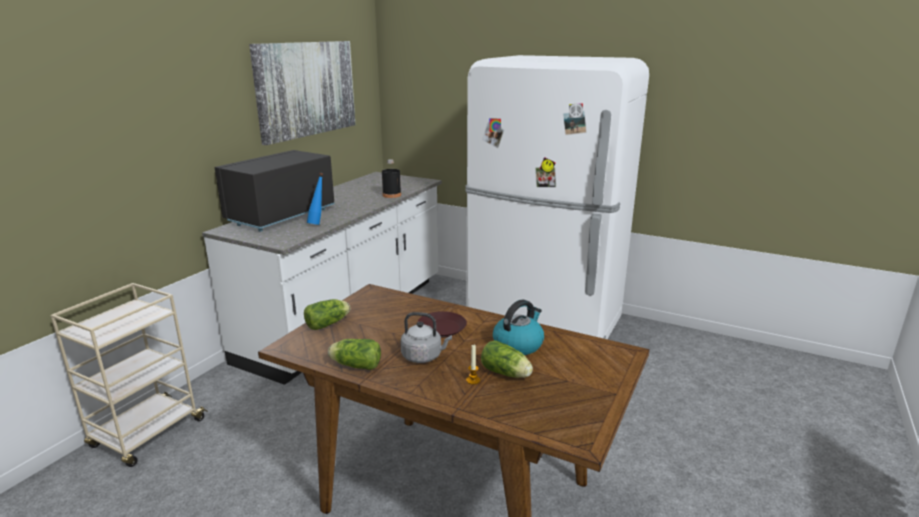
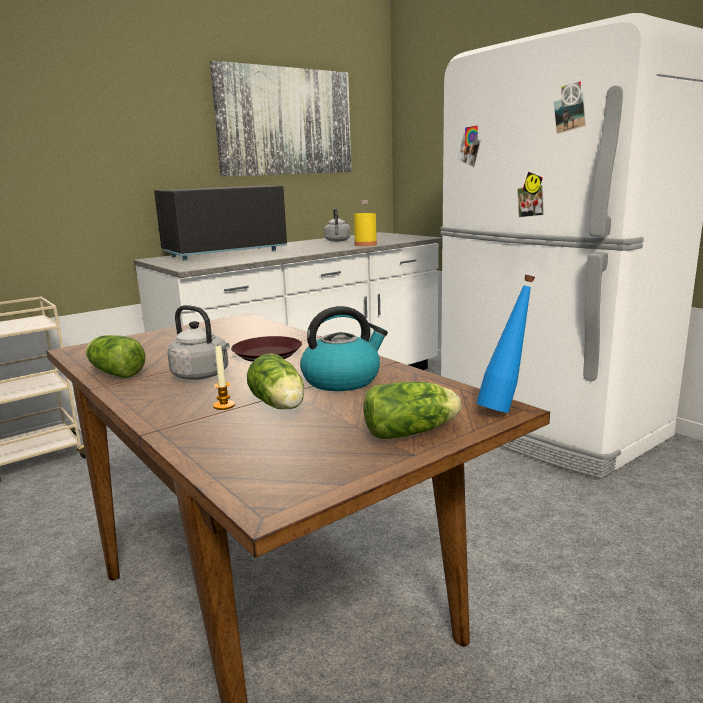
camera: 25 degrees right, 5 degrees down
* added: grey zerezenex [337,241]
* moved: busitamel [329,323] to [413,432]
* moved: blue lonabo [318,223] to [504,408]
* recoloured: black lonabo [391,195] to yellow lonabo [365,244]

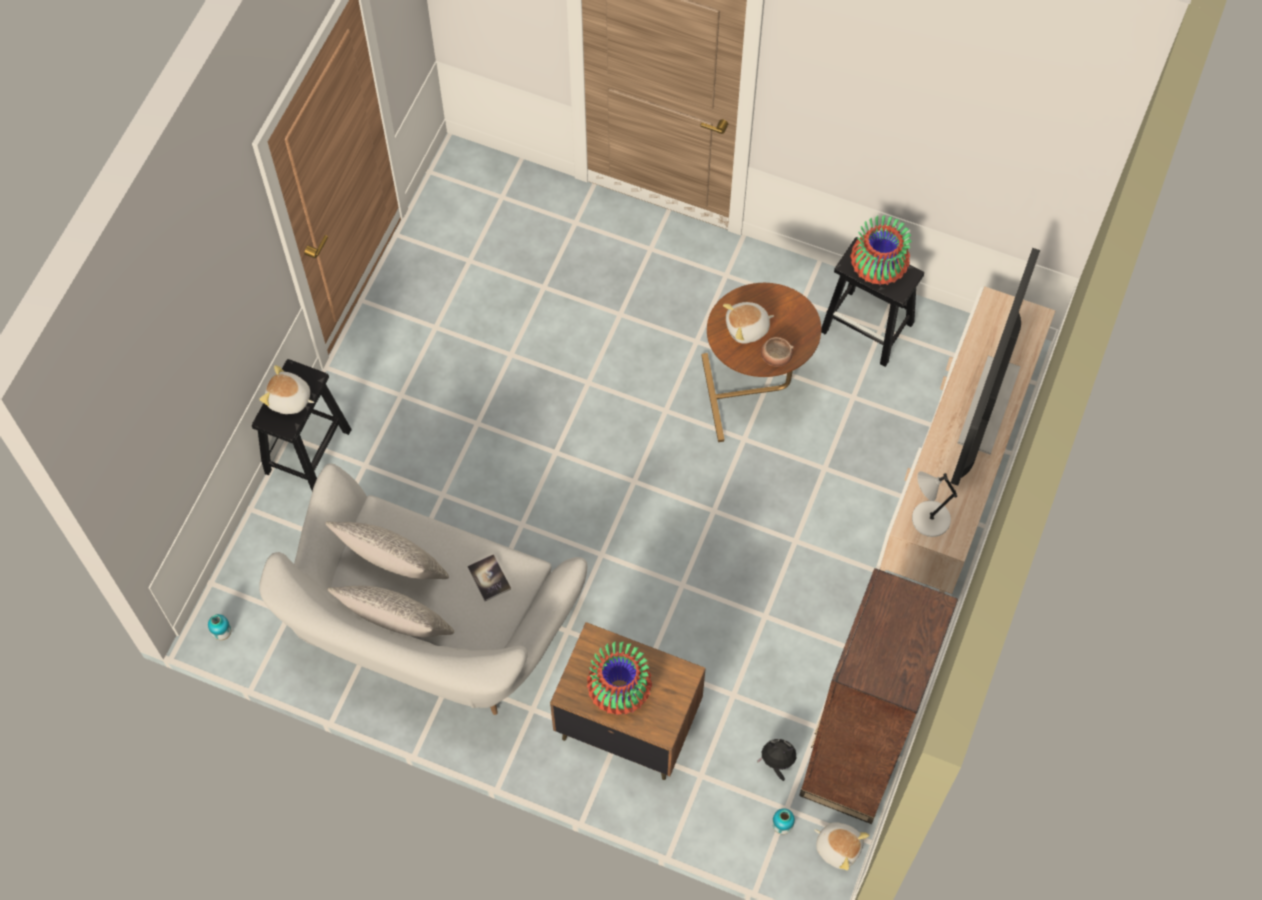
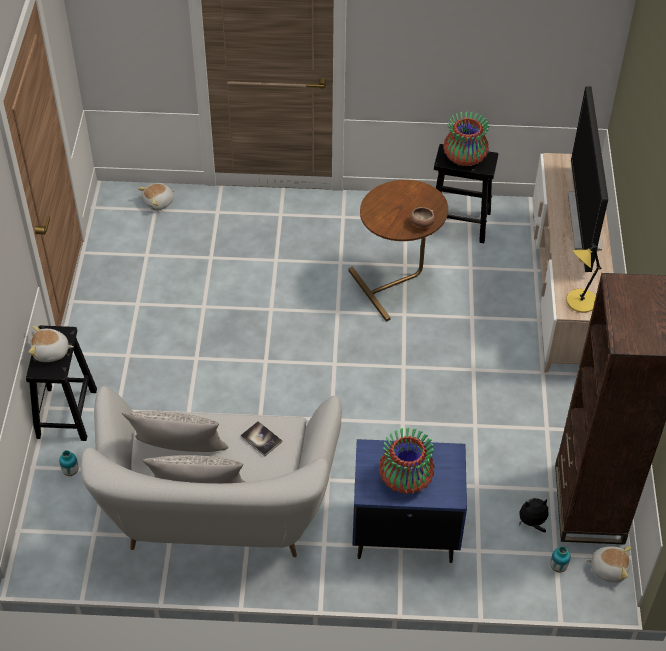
camera: 20 degrees left, 15 degrees down
* moved: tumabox [222,633] to [70,471]
* moved: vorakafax [747,328] to [159,202]
* recoloured: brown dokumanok [627,723] to blue dokumanok [404,531]
* recoloured: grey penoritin [928,519] to yellow penoritin [579,302]

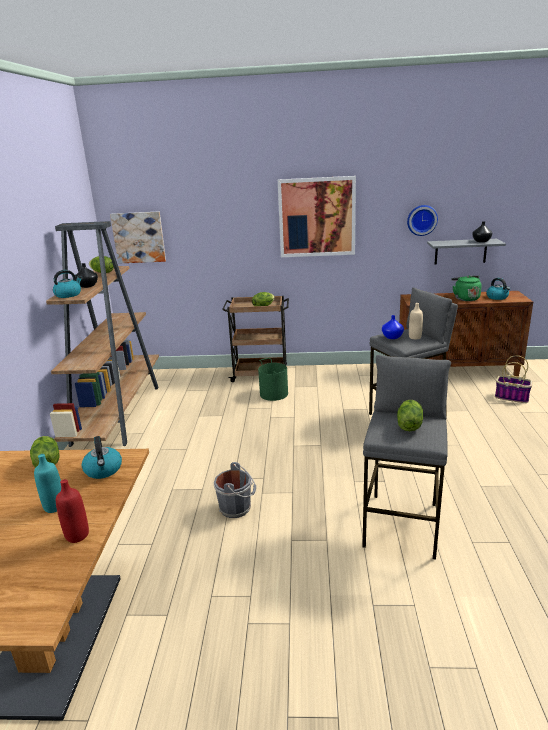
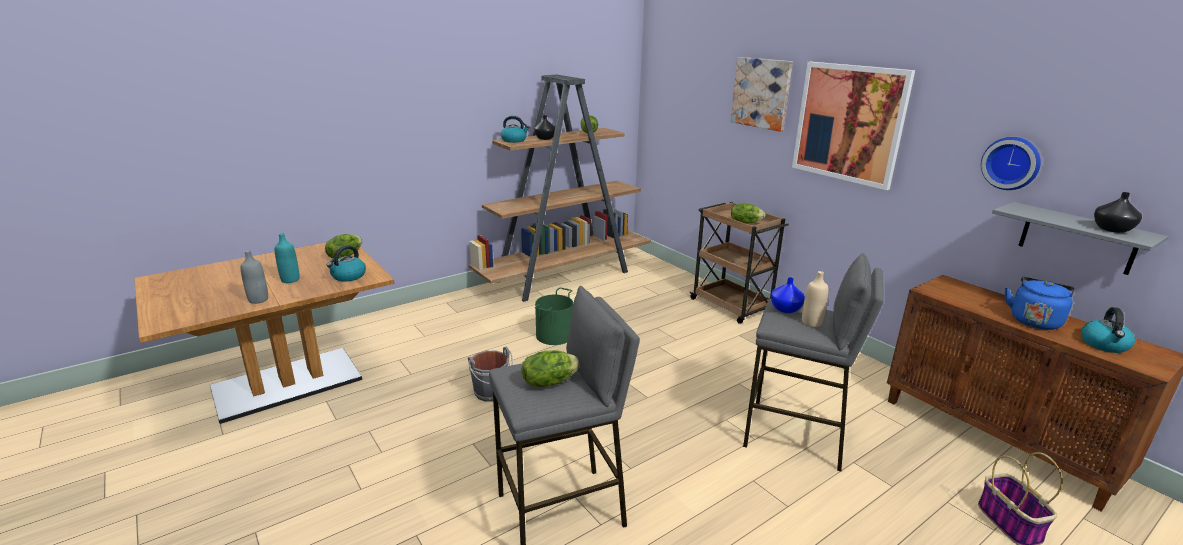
camera: 50 degrees right, 0 degrees up
* moved: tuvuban [139,237] to [761,93]
* moved: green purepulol [273,394] to [554,335]
* recoloured: red lonabo [77,535] to grey lonabo [258,300]
* recoloured: green zerezenex [465,298] to blue zerezenex [1034,320]

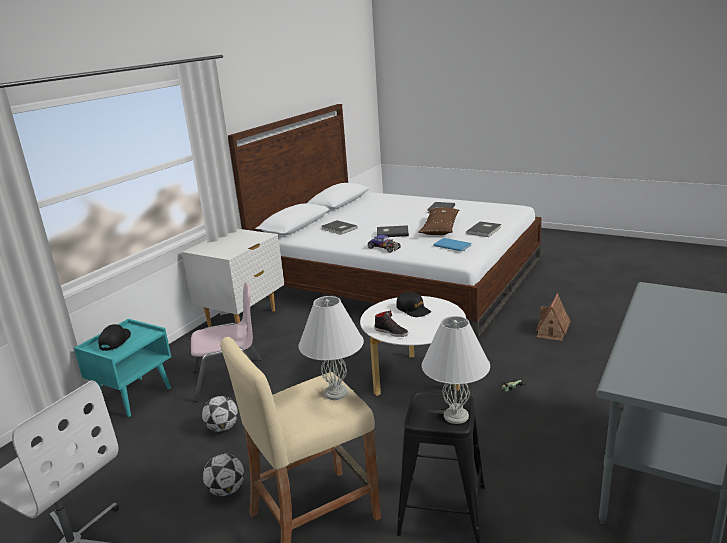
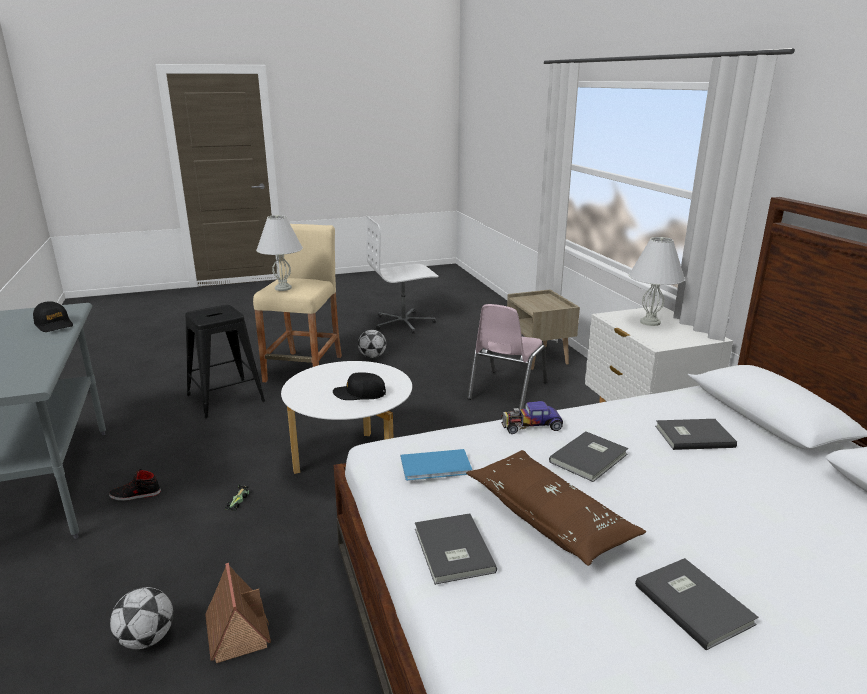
camera: 130 degrees right, 0 degrees up
* moved: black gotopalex [115,341] to [54,324]
* moved: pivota [222,428] to [147,639]
* moved: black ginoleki [391,332] to [135,495]
* moved: white penoritin [455,416] to [650,322]
* recoloured: turquoise dokumanok [135,396] to beige dokumanok [539,357]

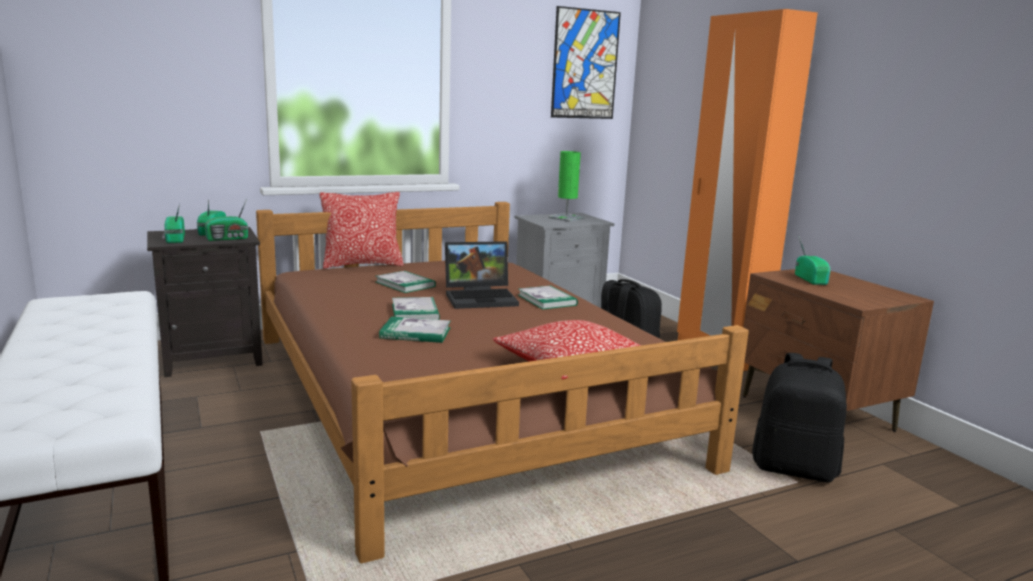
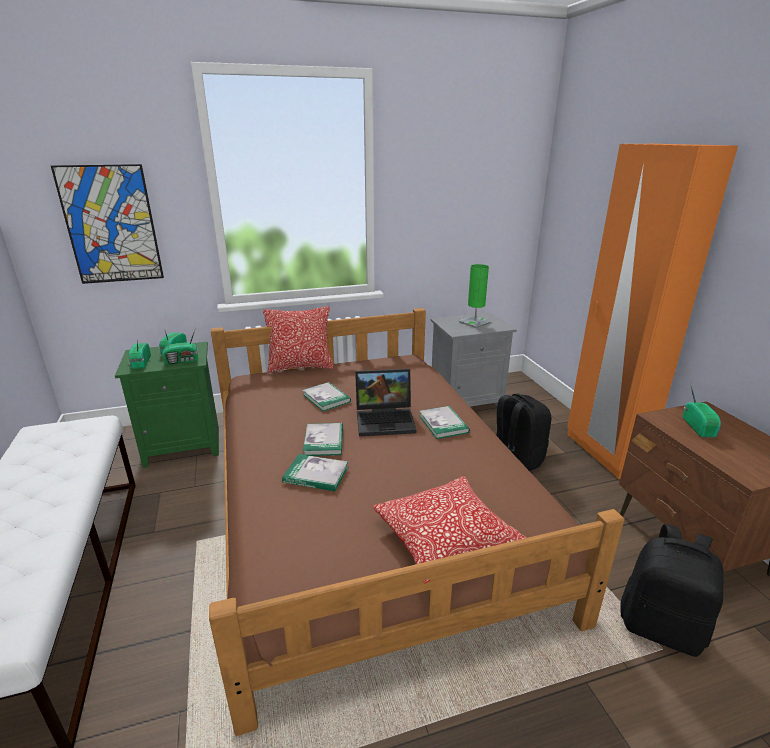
camera: 10 degrees right, 10 degrees up
* moved: tuvuban [585,64] to [111,225]
* recoloured: black dokumanok [213,358] to green dokumanok [184,445]

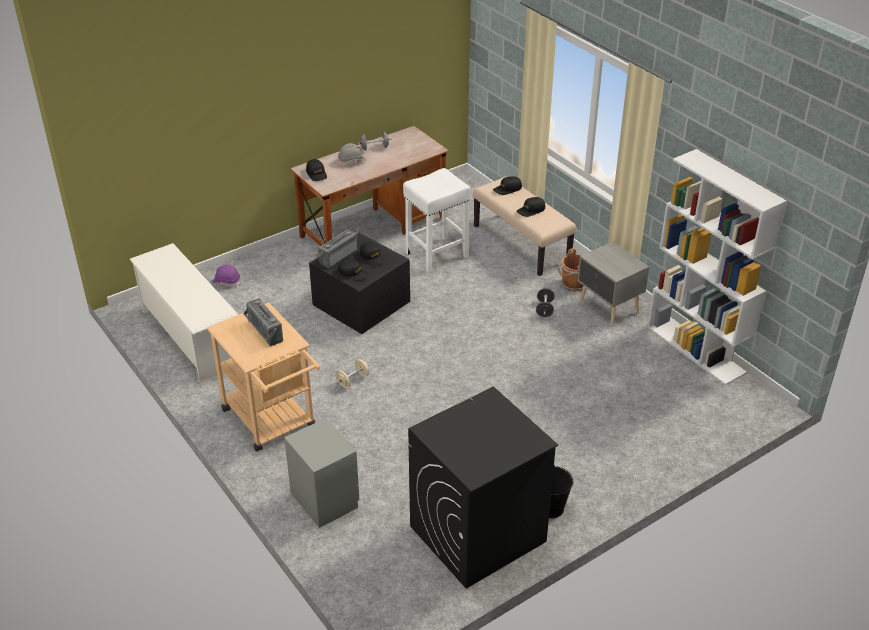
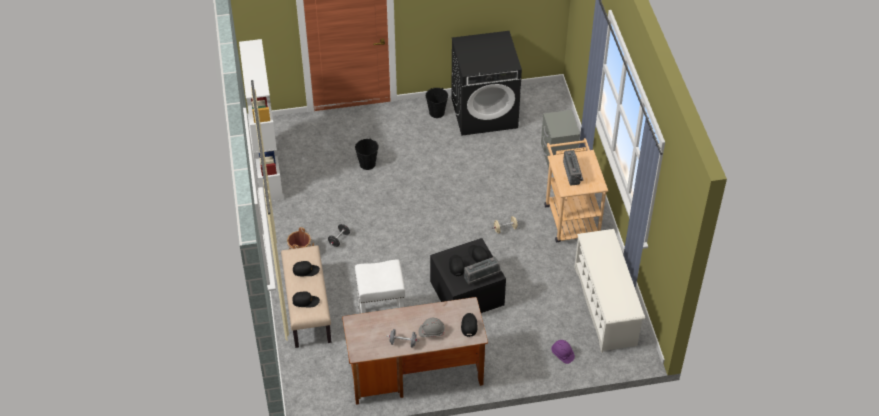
camera: 155 degrees left, 10 degrees up
* removed: grey dokumanok [608,308]
* added: black purepulol [367,164]

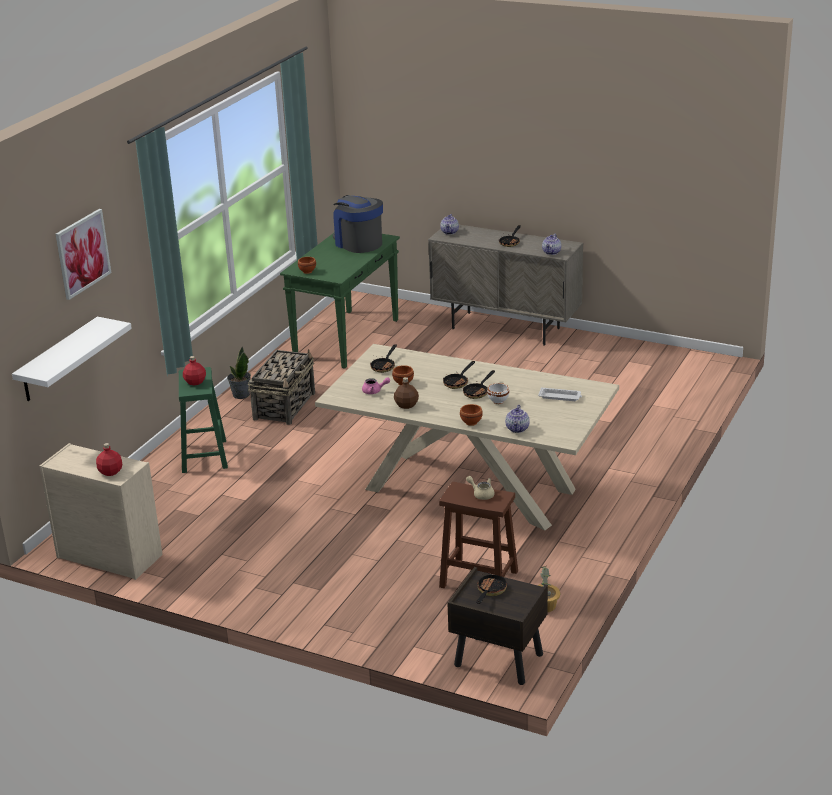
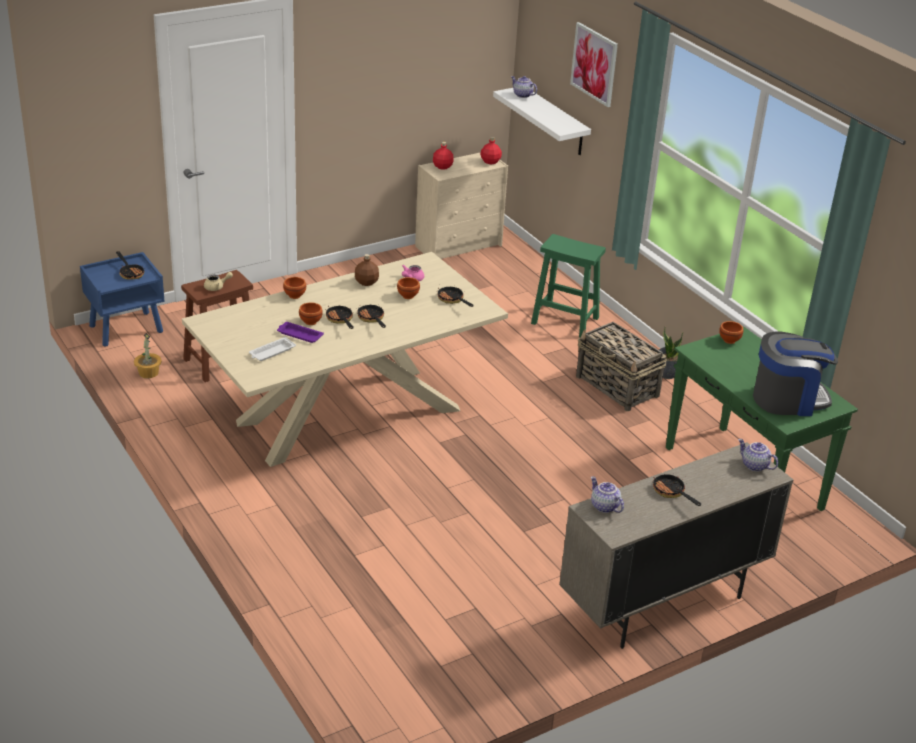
camera: 120 degrees right, 5 degrees up
* added: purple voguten [299,335]
* moved: red lonabo [195,382] to [490,161]
* moved: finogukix [518,429] to [522,95]
* recoloured: brown dokumanok [497,660] to blue dokumanok [127,329]
* recoloured: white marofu [499,401] to brown marofu [310,322]

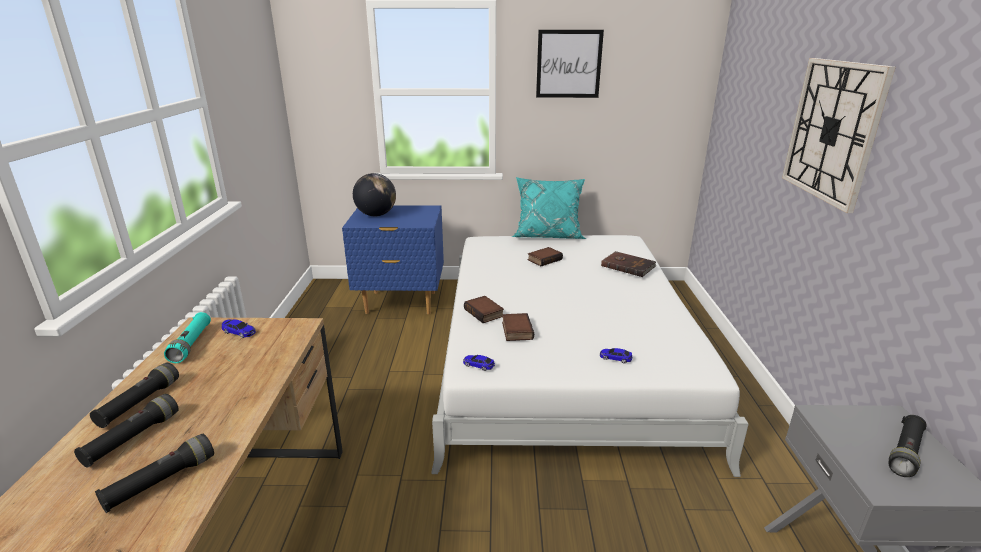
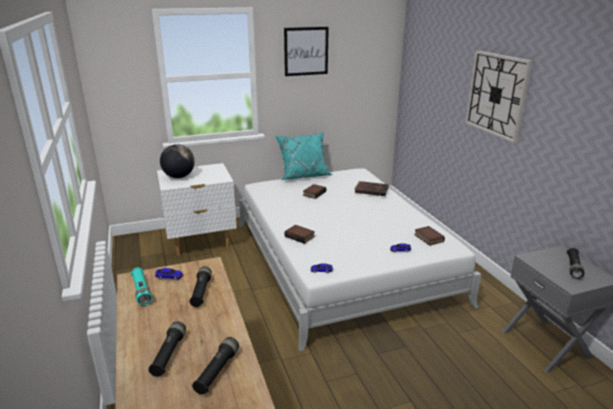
camera: 20 degrees left, 0 degrees up
* moved: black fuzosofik [139,403] to [201,292]
* moved: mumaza [516,330] to [427,238]
* recoloured: blue dokumanok [401,303] to white dokumanok [201,243]

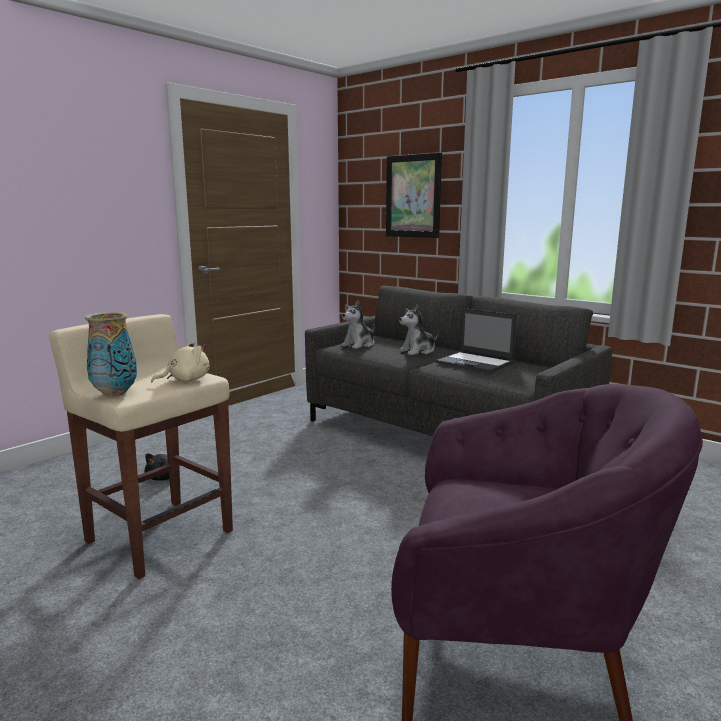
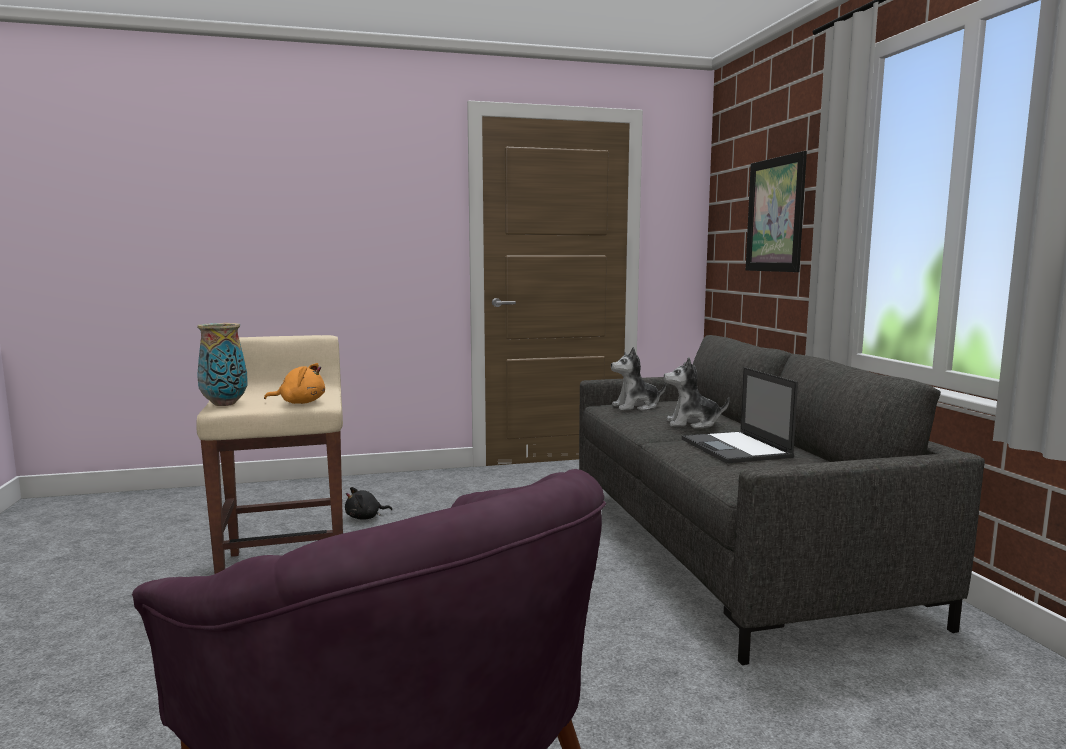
camera: 35 degrees right, 5 degrees down
* recoloured: beige vorakafax [186,380] to orange vorakafax [300,403]

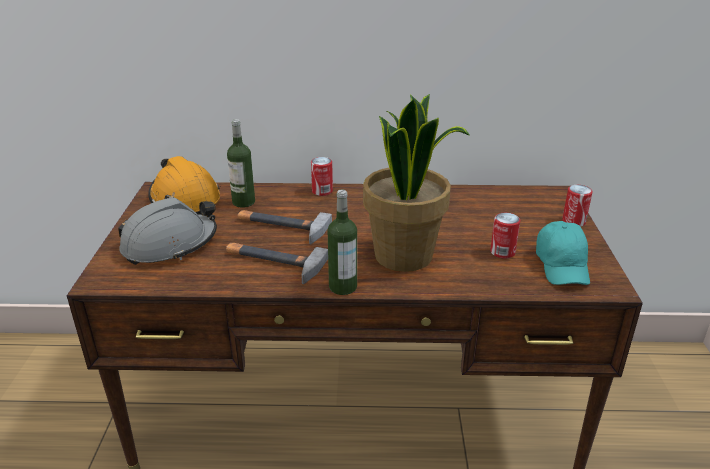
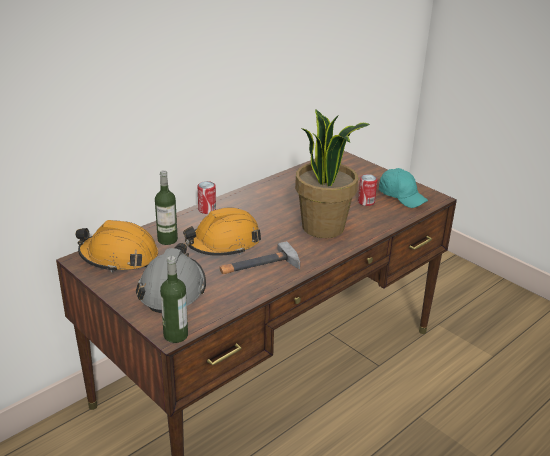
camera: 45 degrees left, 0 degrees up
* removed: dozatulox [573,221]
* moved: lonabo [343,287] to [175,335]
* replaced: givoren [281,226] to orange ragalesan [223,243]

